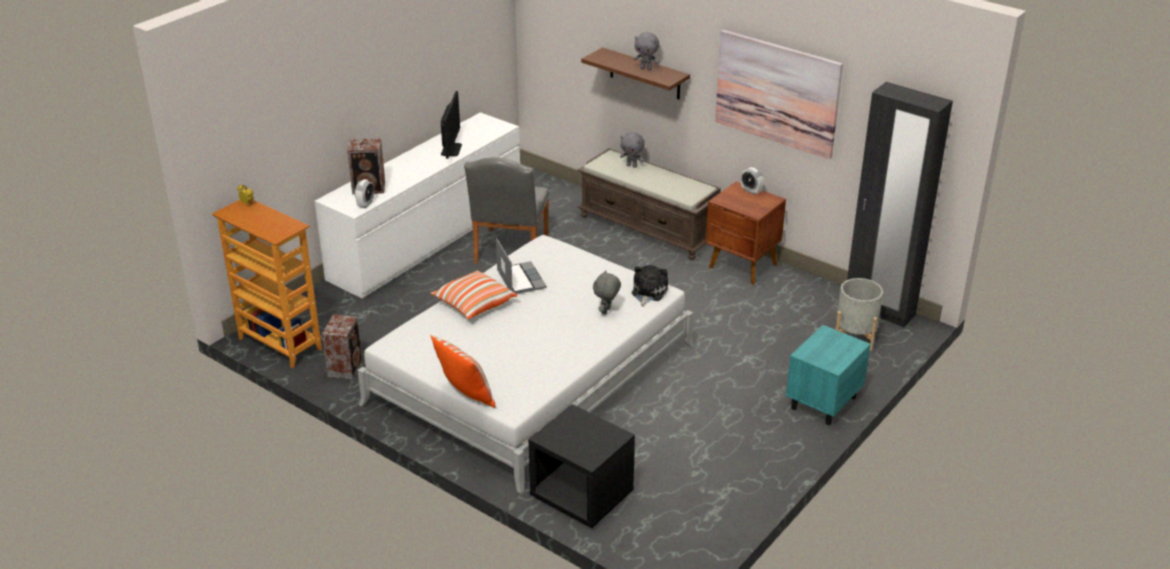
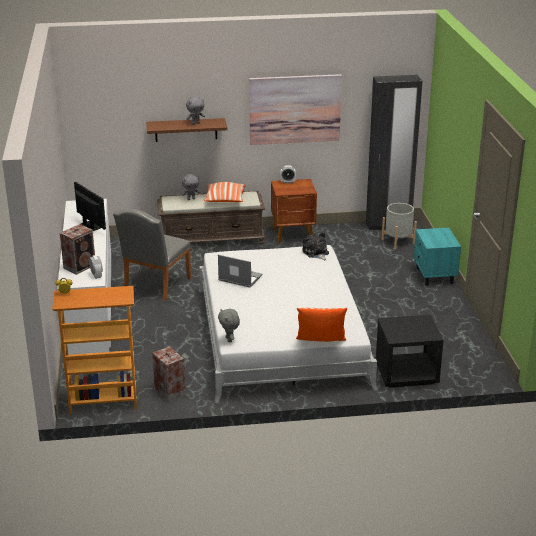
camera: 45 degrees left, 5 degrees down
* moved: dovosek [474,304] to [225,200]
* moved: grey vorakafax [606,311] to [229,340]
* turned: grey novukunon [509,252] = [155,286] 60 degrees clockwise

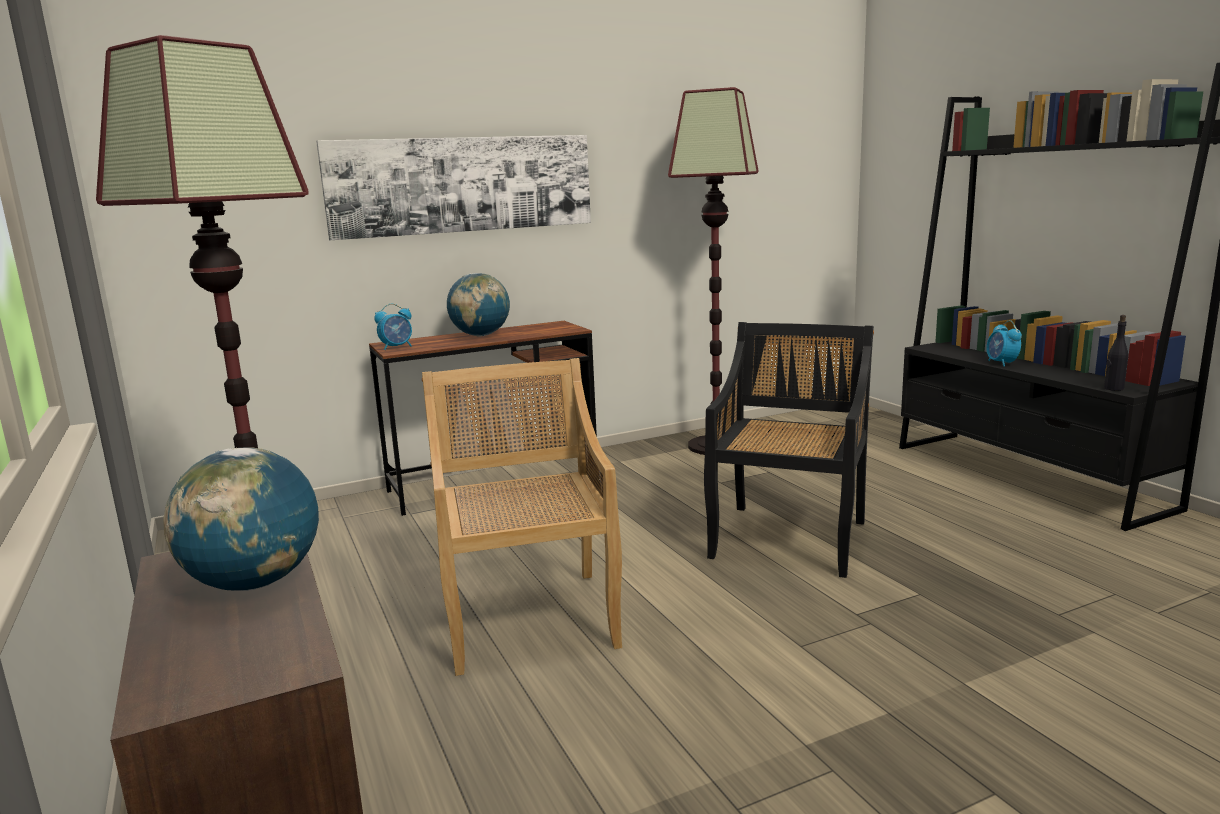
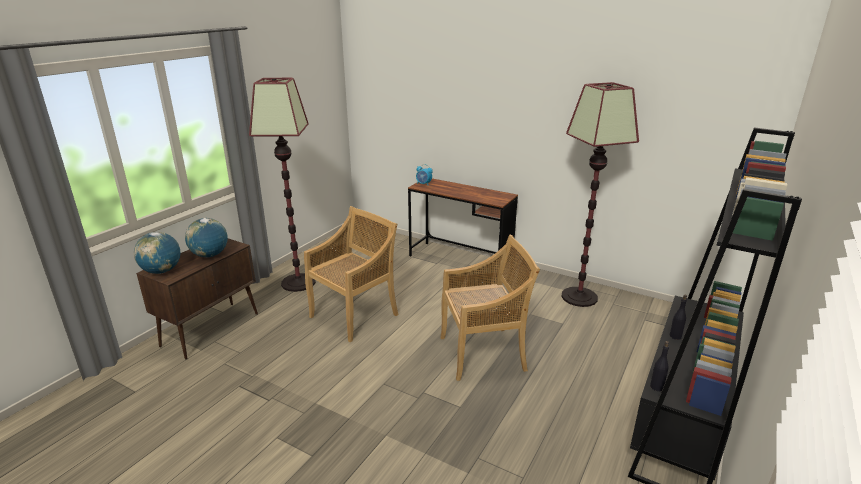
camera: 55 degrees right, 10 degrees up
* removed: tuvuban [462,185]
* moved: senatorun [481,335] to [162,271]
* replaced: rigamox [1001,363] to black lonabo [675,336]
* recoloured: black novukunon [788,538] to beige novukunon [483,353]

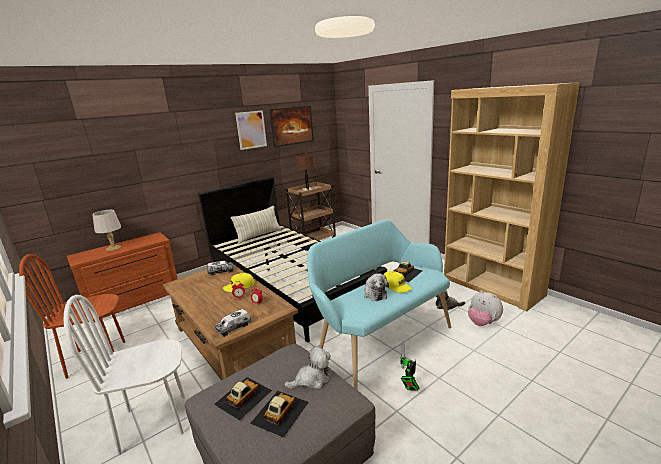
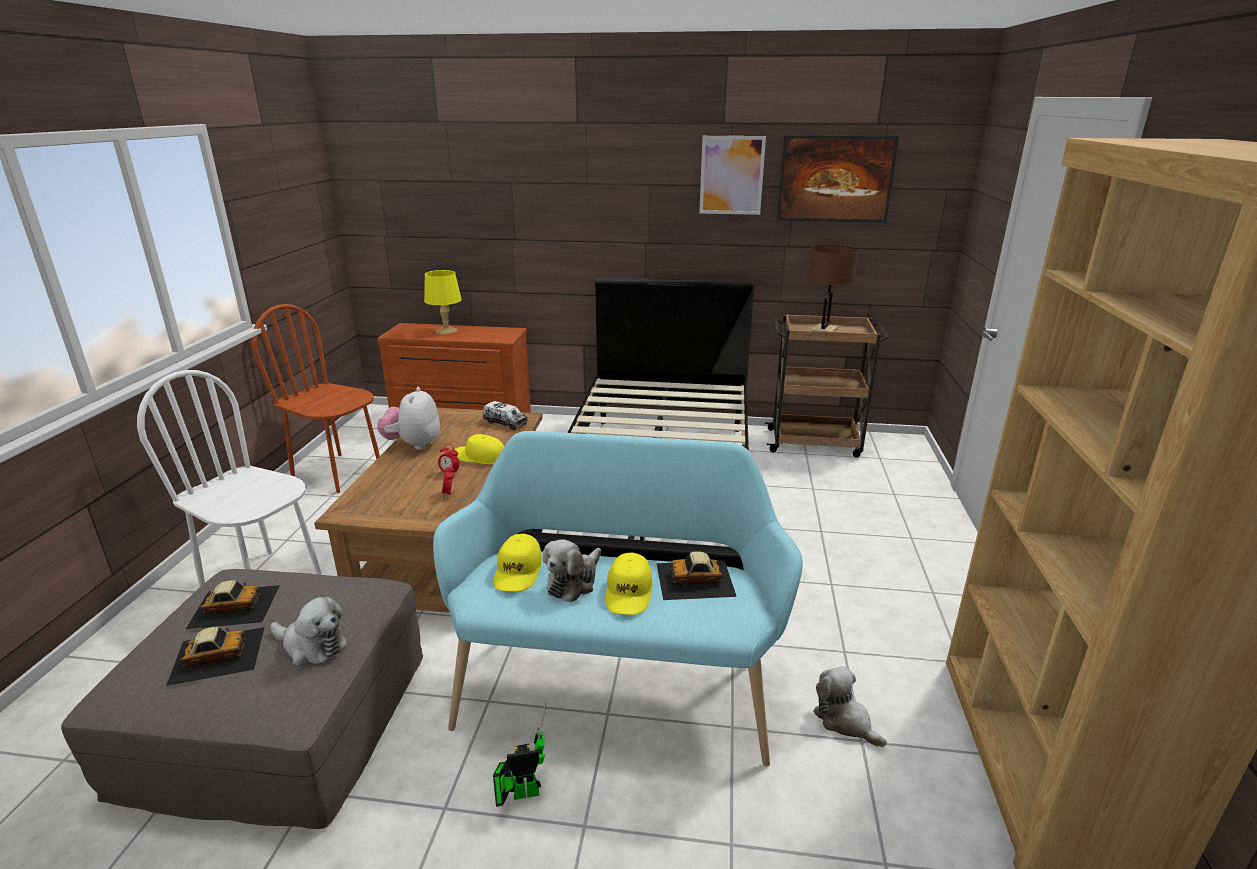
camera: 45 degrees right, 5 degrees up
* removed: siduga [234,327]
* removed: dovosek [259,236]
* added: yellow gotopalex [518,571]
* moved: vorakafax [483,323] to [413,445]
* recoloured: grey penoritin [113,248] to yellow penoritin [445,331]

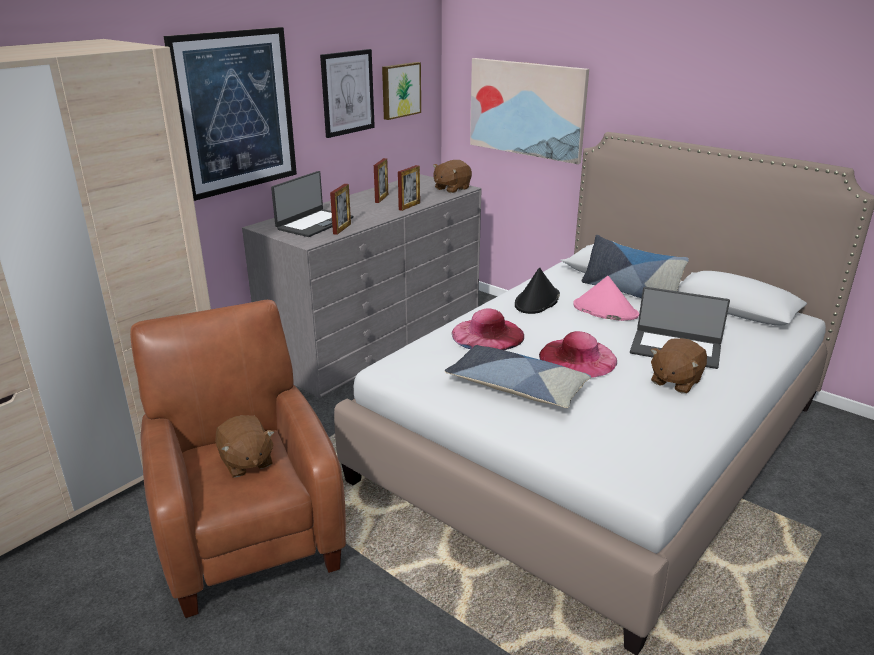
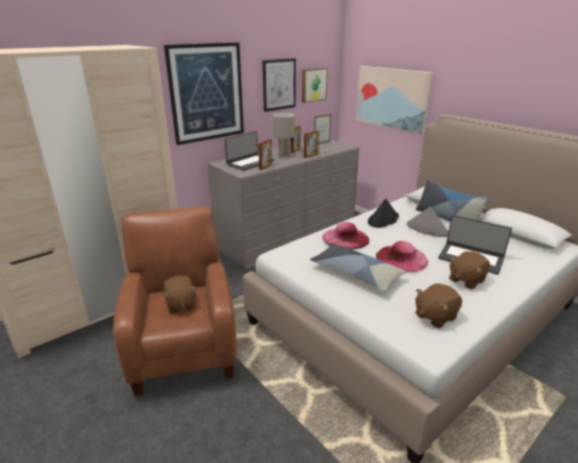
camera: 10 degrees right, 0 degrees up
* added: grey penoritin [284,156]
* added: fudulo [322,143]
* moved: brown vorakafax [451,188] to [434,316]
* recoloured: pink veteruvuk [605,310] to grey veteruvuk [427,229]

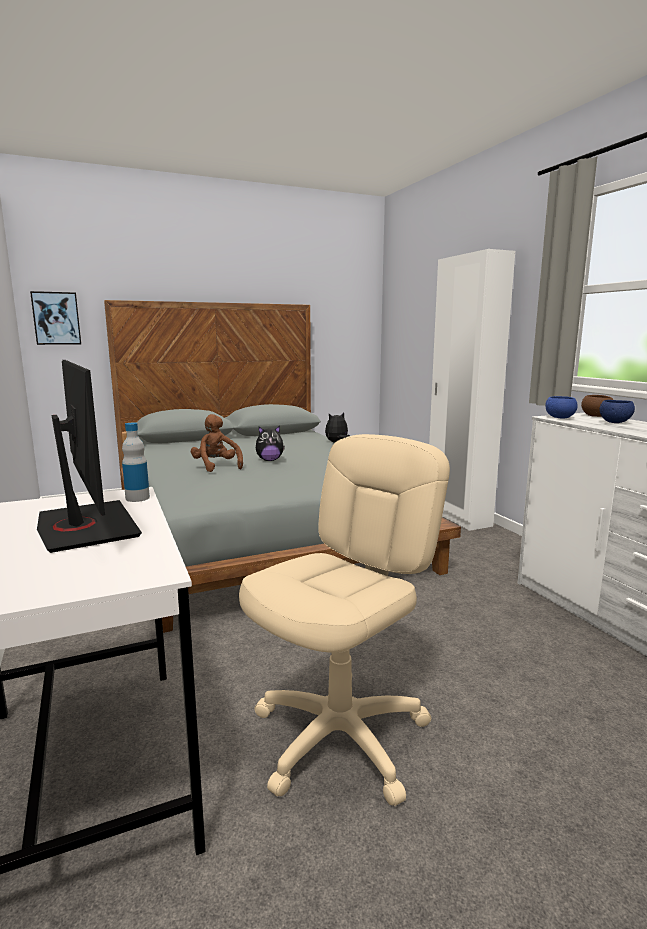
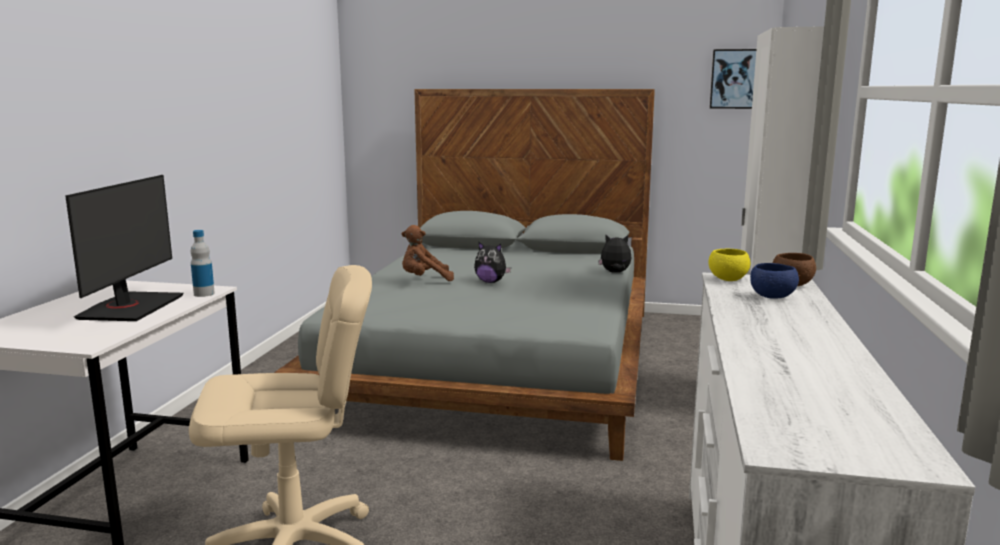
camera: 35 degrees right, 0 degrees up
* moved: tuvuban [56,318] to [735,79]
* recoloured: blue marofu [560,418] to yellow marofu [728,279]
* turned: brown vorakafax [216,466] = [424,280] 105 degrees counterclockwise

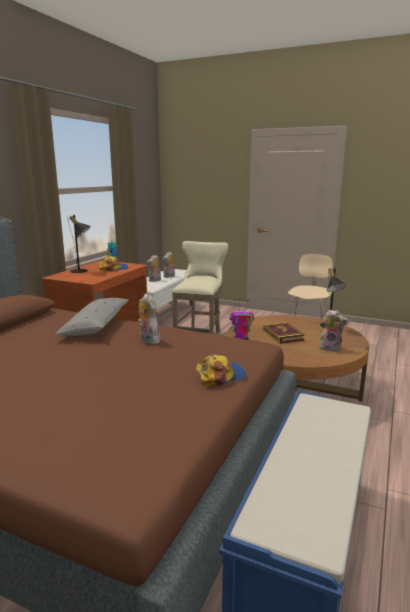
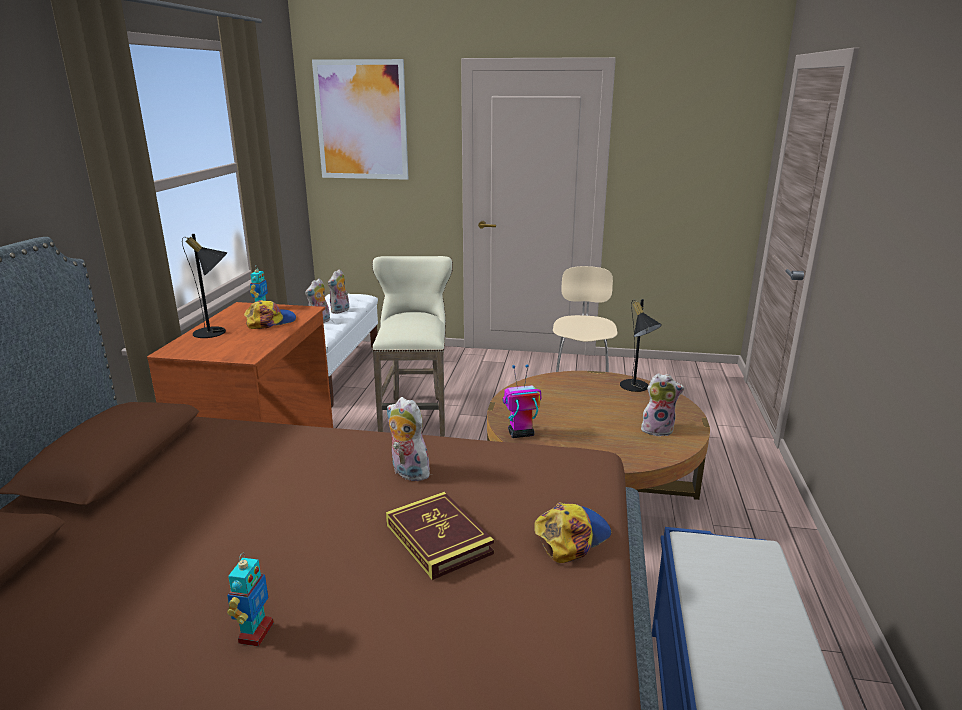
camera: 15 degrees left, 5 degrees up
* removed: grey dovosek [96,325]
* added: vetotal [255,633]
* added: tuvuban [361,120]
* moved: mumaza [282,335] to [438,539]

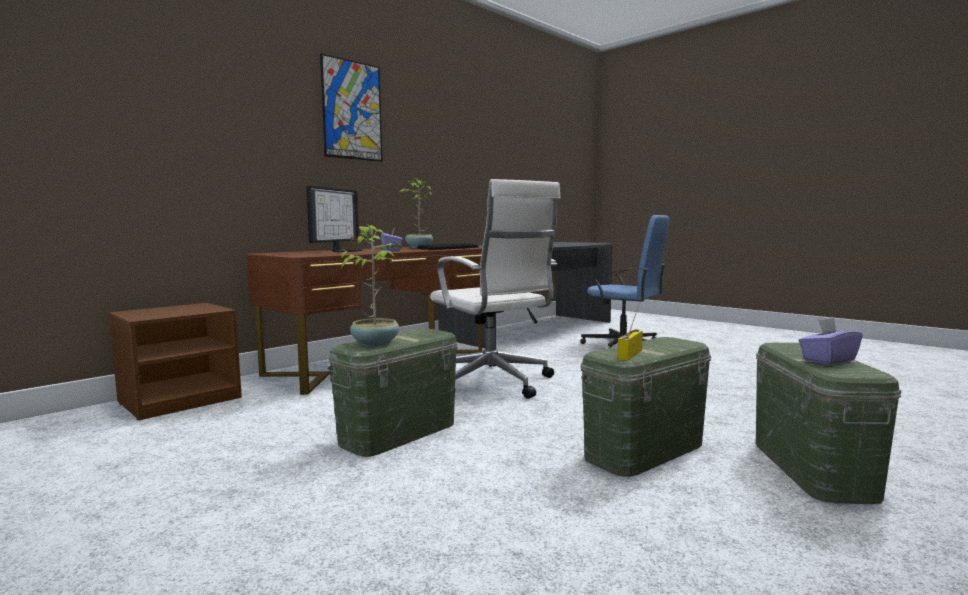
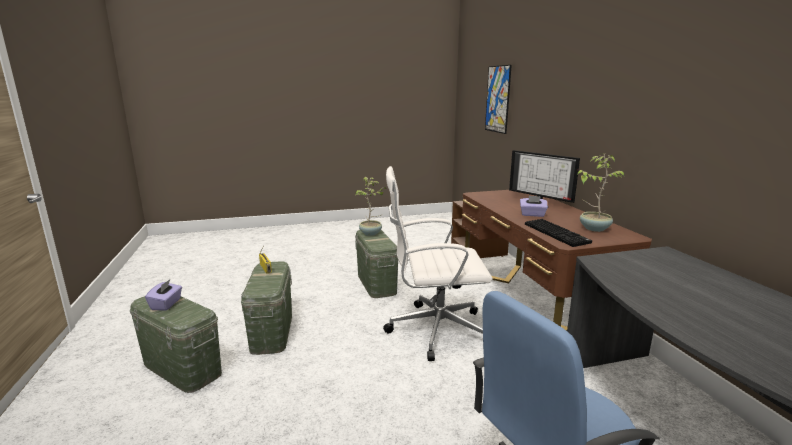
camera: 120 degrees right, 10 degrees up
* moved: tuvuban [352,110] to [497,99]

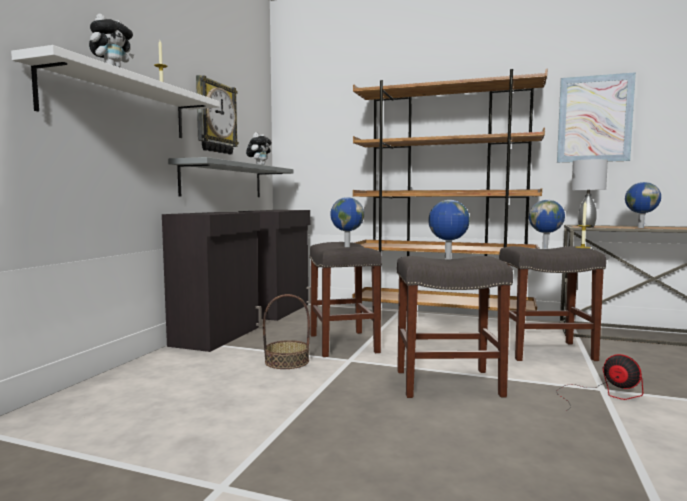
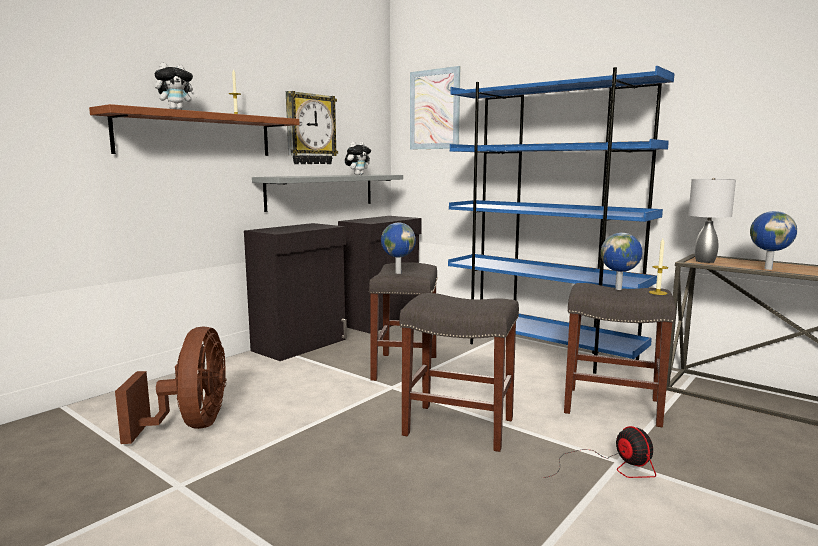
camera: 20 degrees right, 5 degrees up
* removed: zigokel [287,361]
* removed: senatorun [447,259]
* added: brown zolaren [191,425]
* moved: tuvuban [594,119] to [434,109]
* recoloured: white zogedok [120,104] to brown zogedok [196,135]
* recoloured: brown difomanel [442,319] to blue difomanel [541,350]

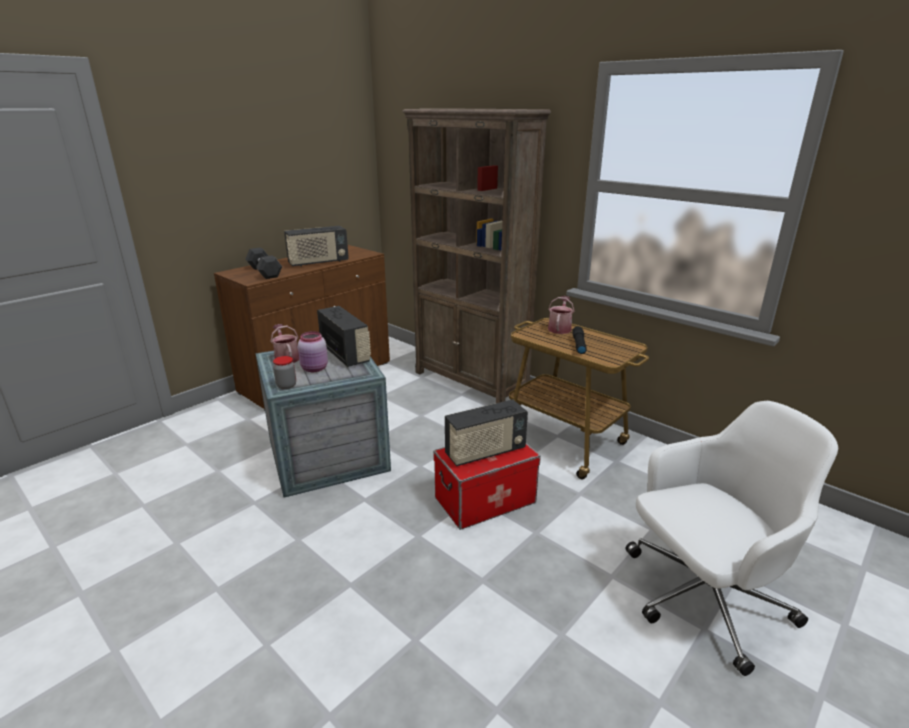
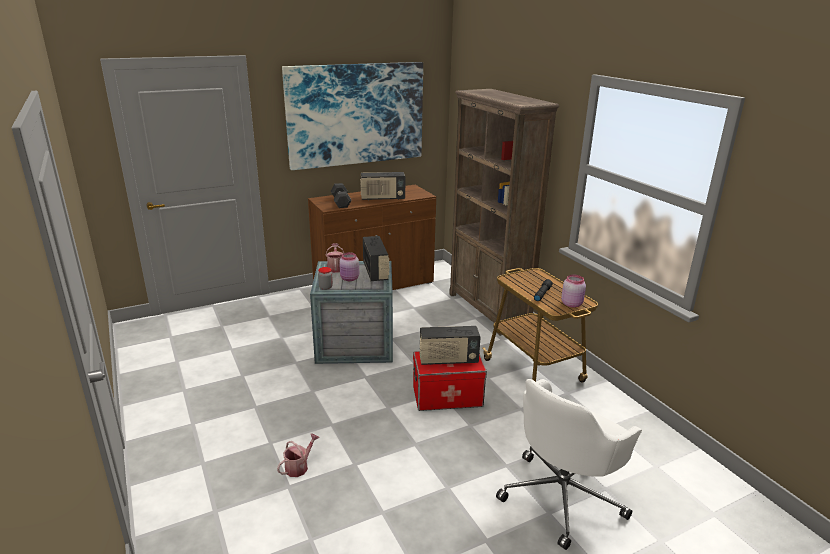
camera: 20 degrees right, 0 degrees up
* added: tuvuban [356,114]
* added: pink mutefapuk [572,304]
* moved: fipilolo [560,328] to [299,466]
* turned: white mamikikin [702,599] = [562,496] 135 degrees clockwise

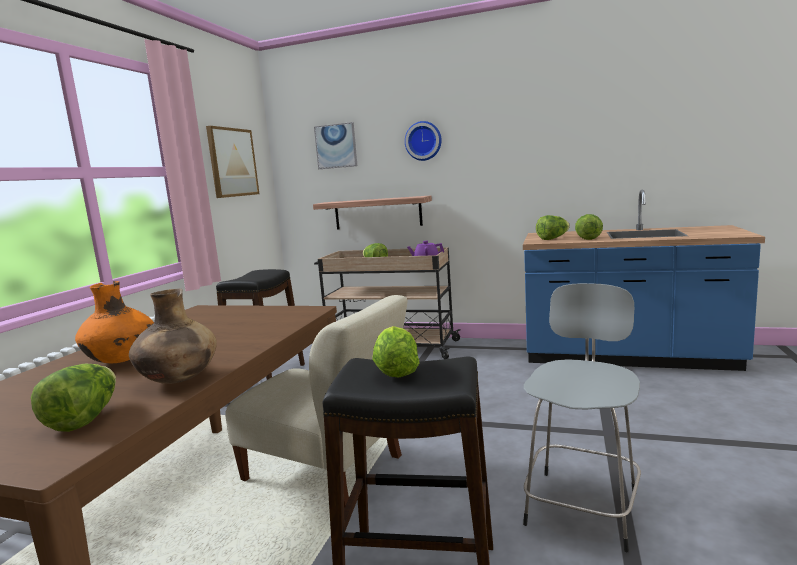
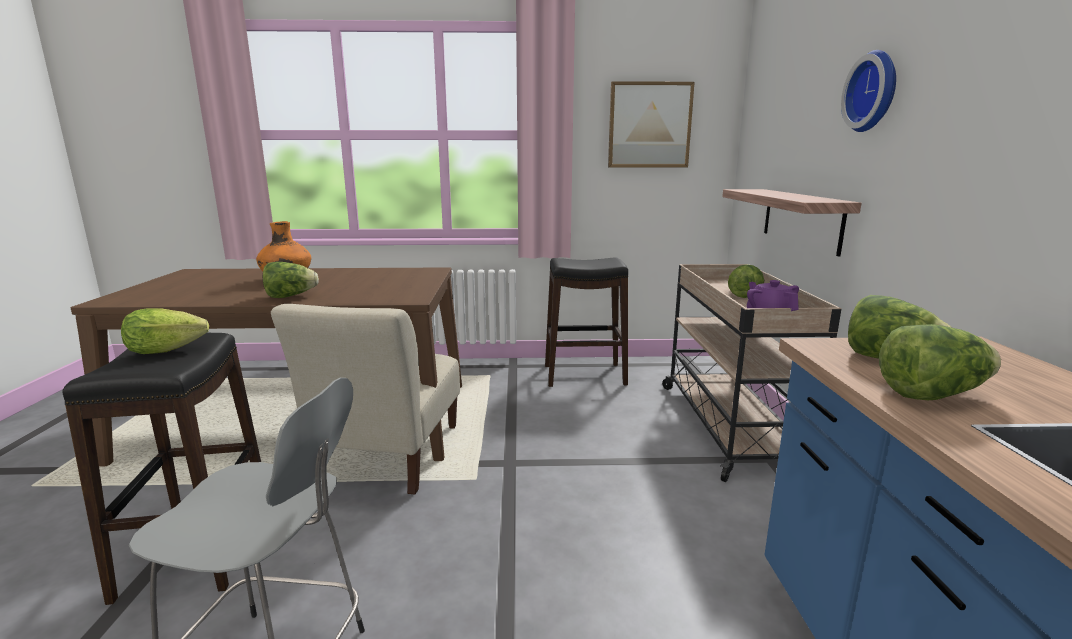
camera: 70 degrees right, 5 degrees up
* removed: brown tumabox [179,380]
* removed: tuvuban [336,146]
* moved: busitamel [85,419] to [290,296]

